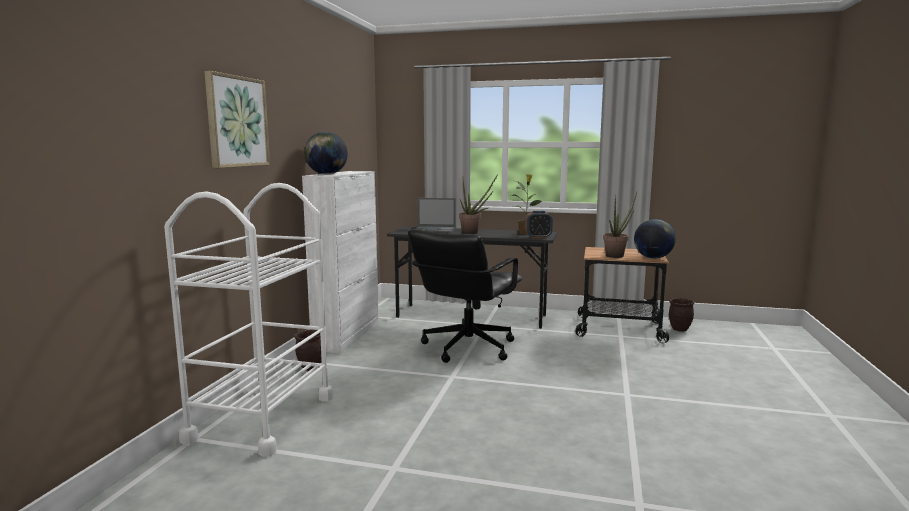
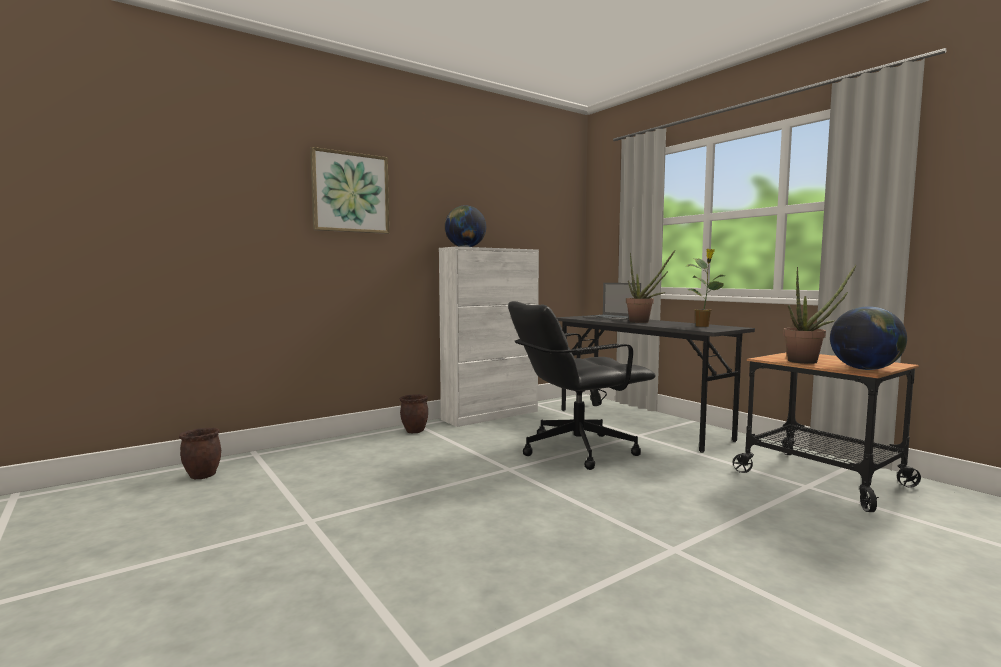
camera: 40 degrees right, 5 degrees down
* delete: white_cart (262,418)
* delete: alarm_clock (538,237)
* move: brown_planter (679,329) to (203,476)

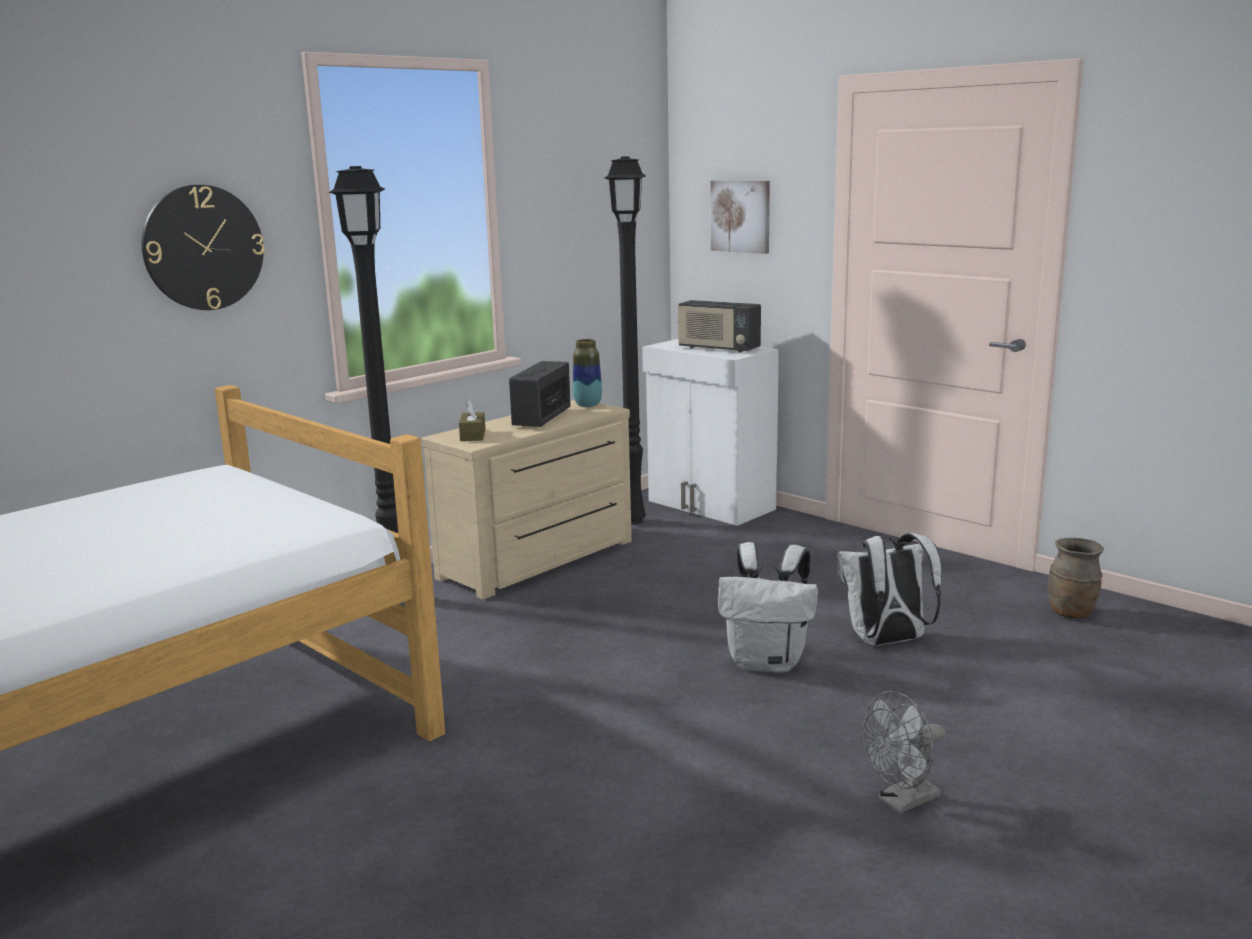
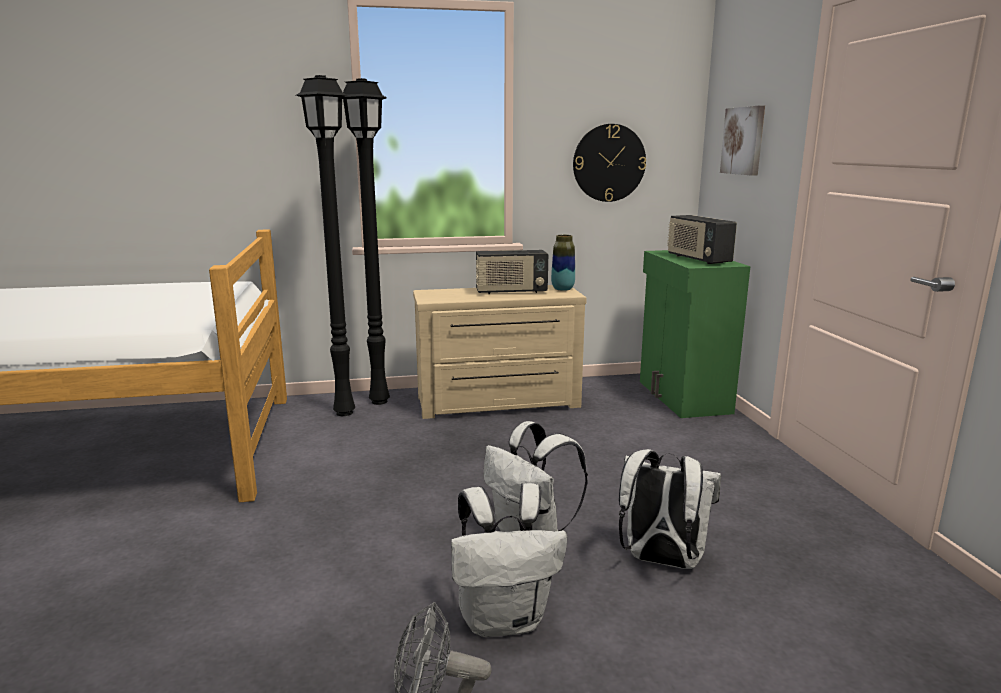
camera: 35 degrees right, 0 degrees up
* delete: brown_tissue_box (473,435)
* delete: brown_vase (1071,613)
* insert: white_backpack (504,619)
* move: wall_clock (203,248) to (609,163)
* move: black_floor_lamp (632,520) to (344,412)
* recolor: white_cabinet (710,505) to green_cabinet (682,397)
* rotate: radio (541,418) = (511,292) 150 degrees counterclockwise

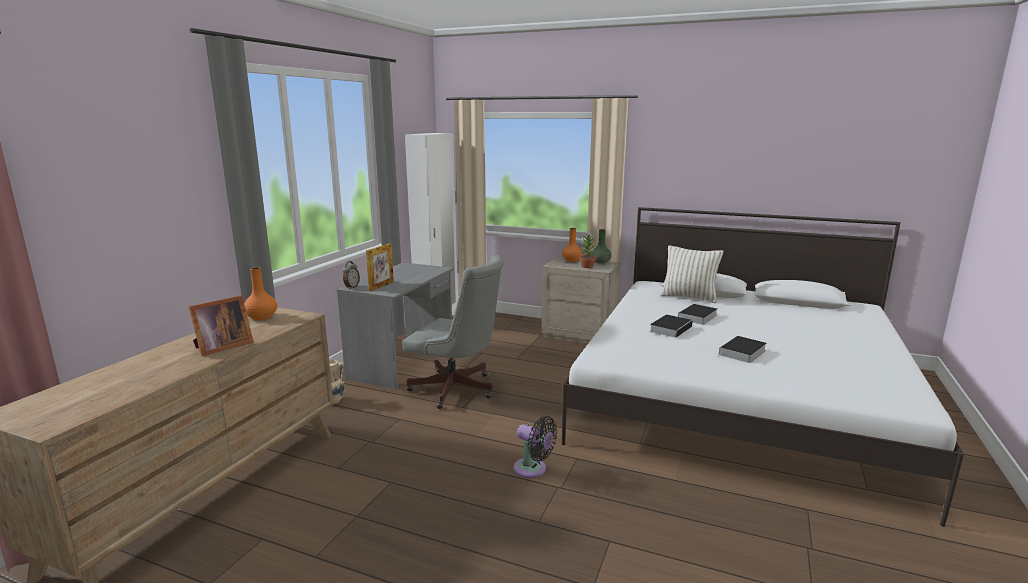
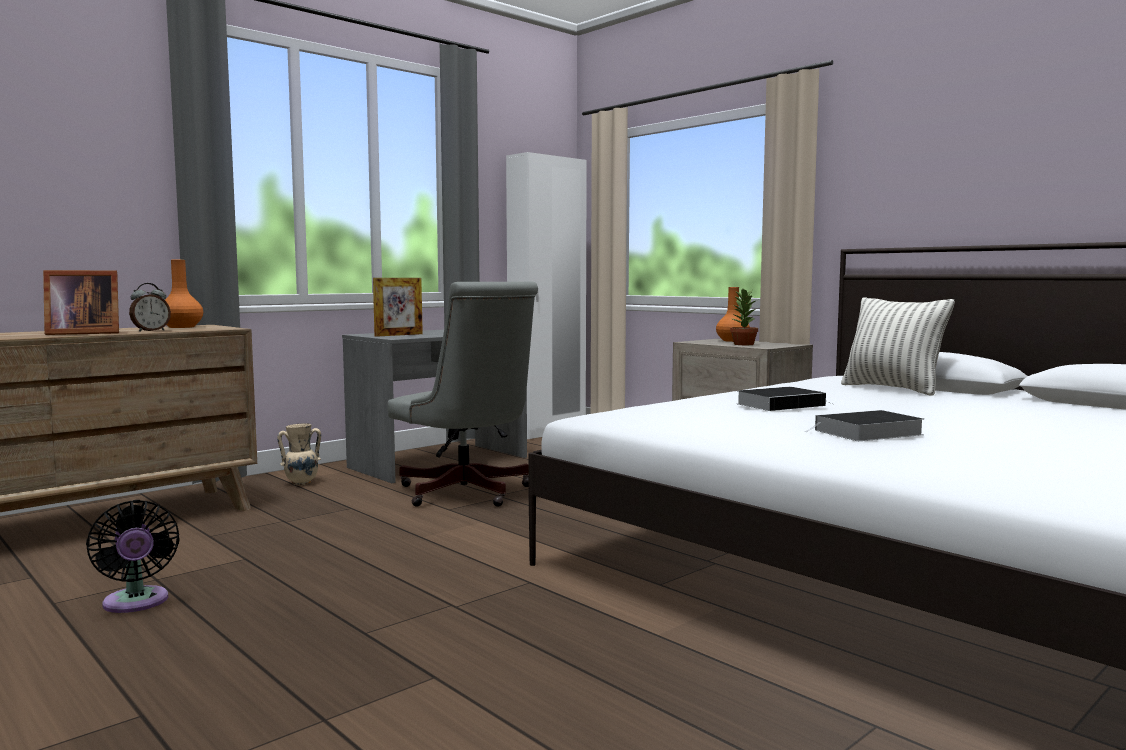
camera: 25 degrees right, 10 degrees down
* delete: green_vase (600,262)
* delete: book (697,317)
* move: alarm_clock (351,287) to (150,331)
* move: black_fan (533,469) to (136,603)

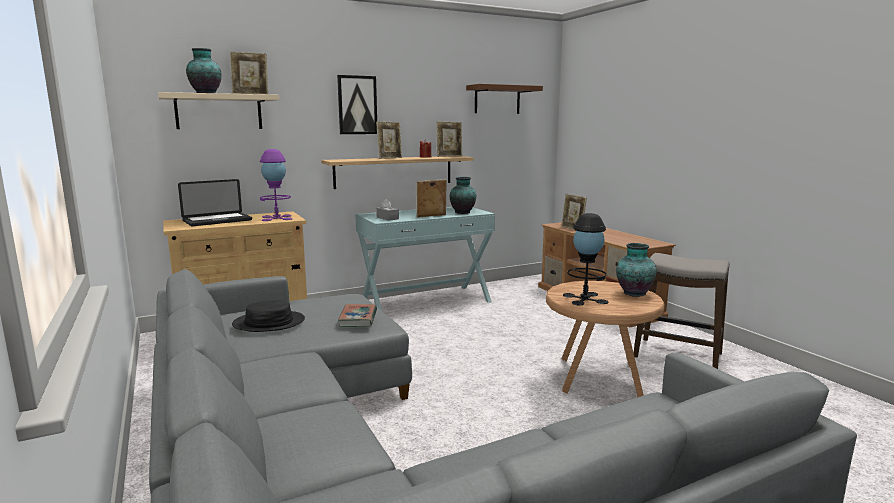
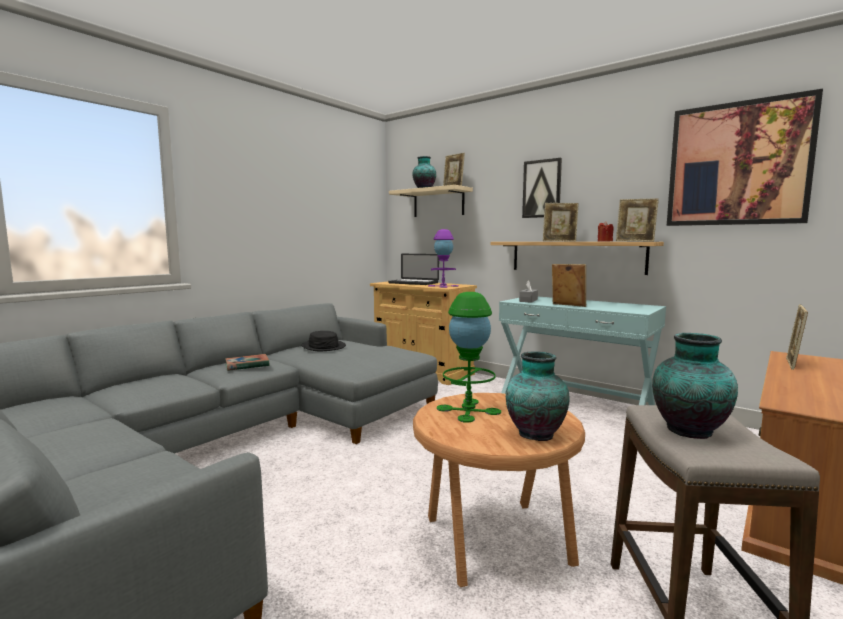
camera: 65 degrees right, 5 degrees down
* move: book (358,319) to (247,365)
* move: vase (463,212) to (689,431)
* replace: brown_shelf (497,99) to picture (737,164)
* recolor: black_table_lamp (585,299) to green_table_lamp (468,410)

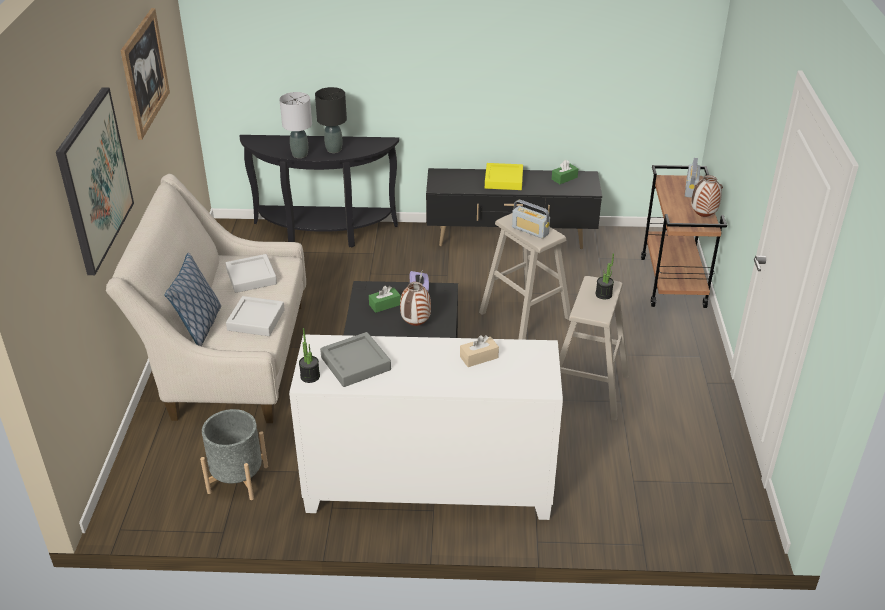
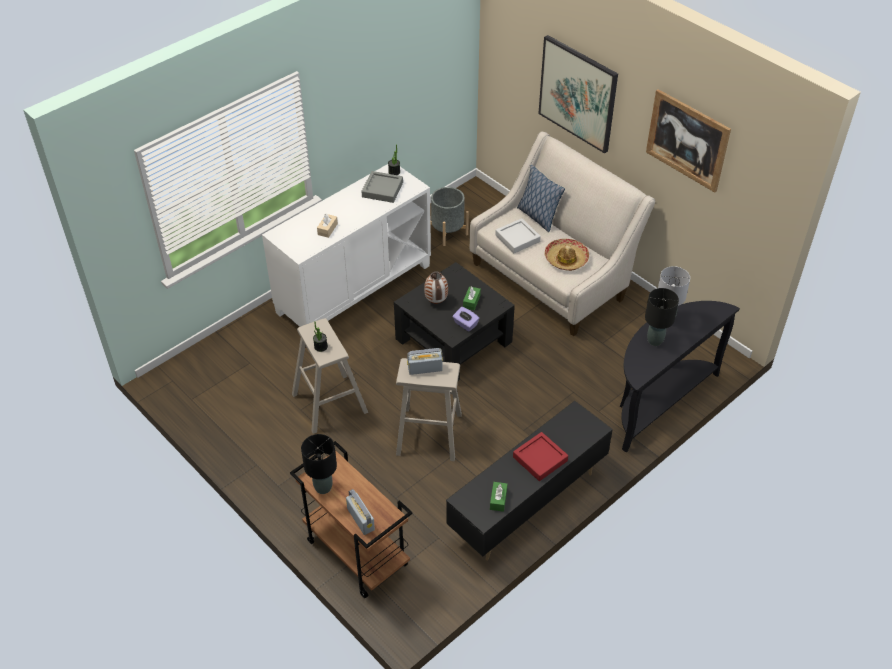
camera: 135 degrees right, 10 degrees up
* replace: grey_tray (251,277) to hat (566,259)
* replace: vase (702,216) to black_table_lamp (323,487)
* recolor: yellow_tray (503,180) to red_tray (540,459)

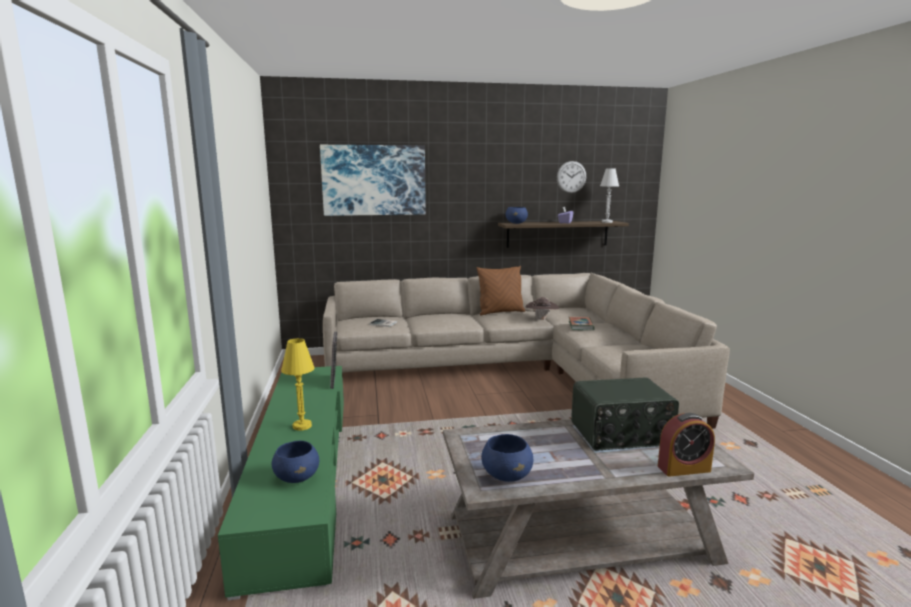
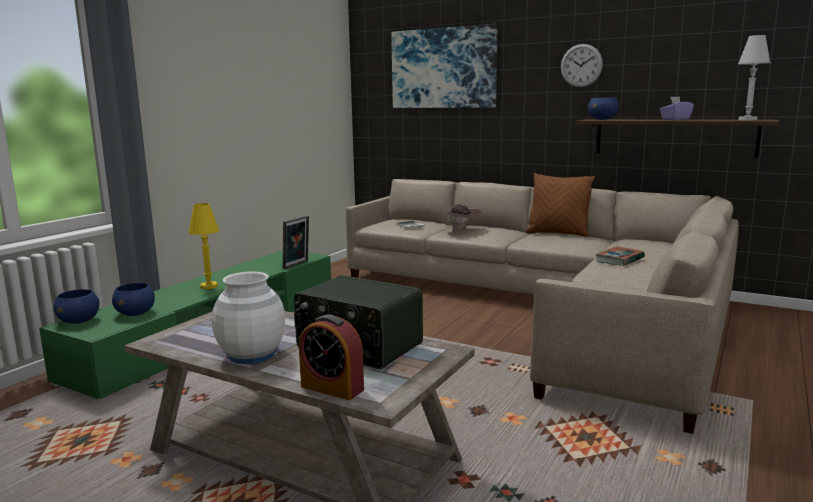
camera: 40 degrees right, 0 degrees up
* insert: white_vase (252,354)
* move: blue_bowl (507,475) to (79,321)
* move: brown_hat (541,320) to (460,230)
* move: wall_clock (571,177) to (581,65)

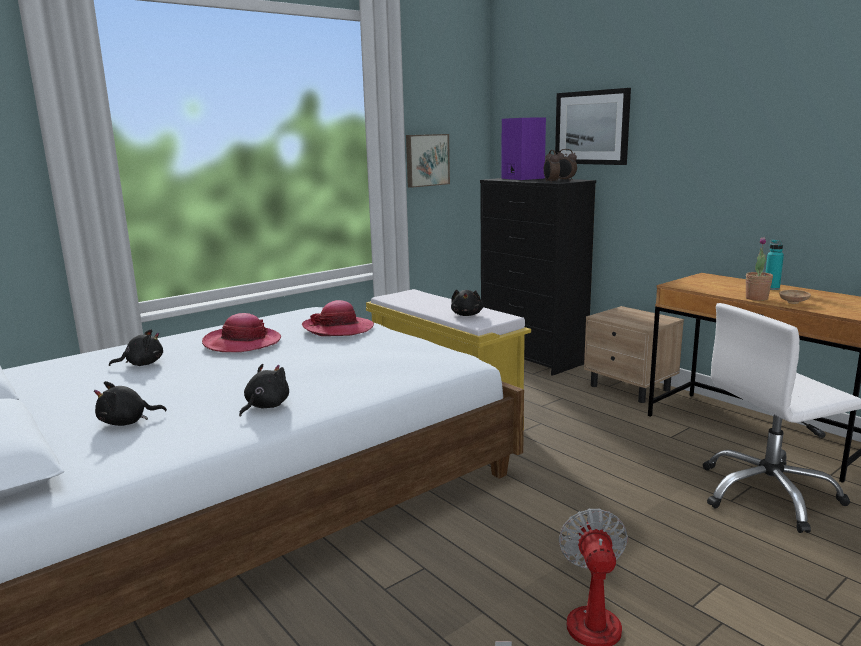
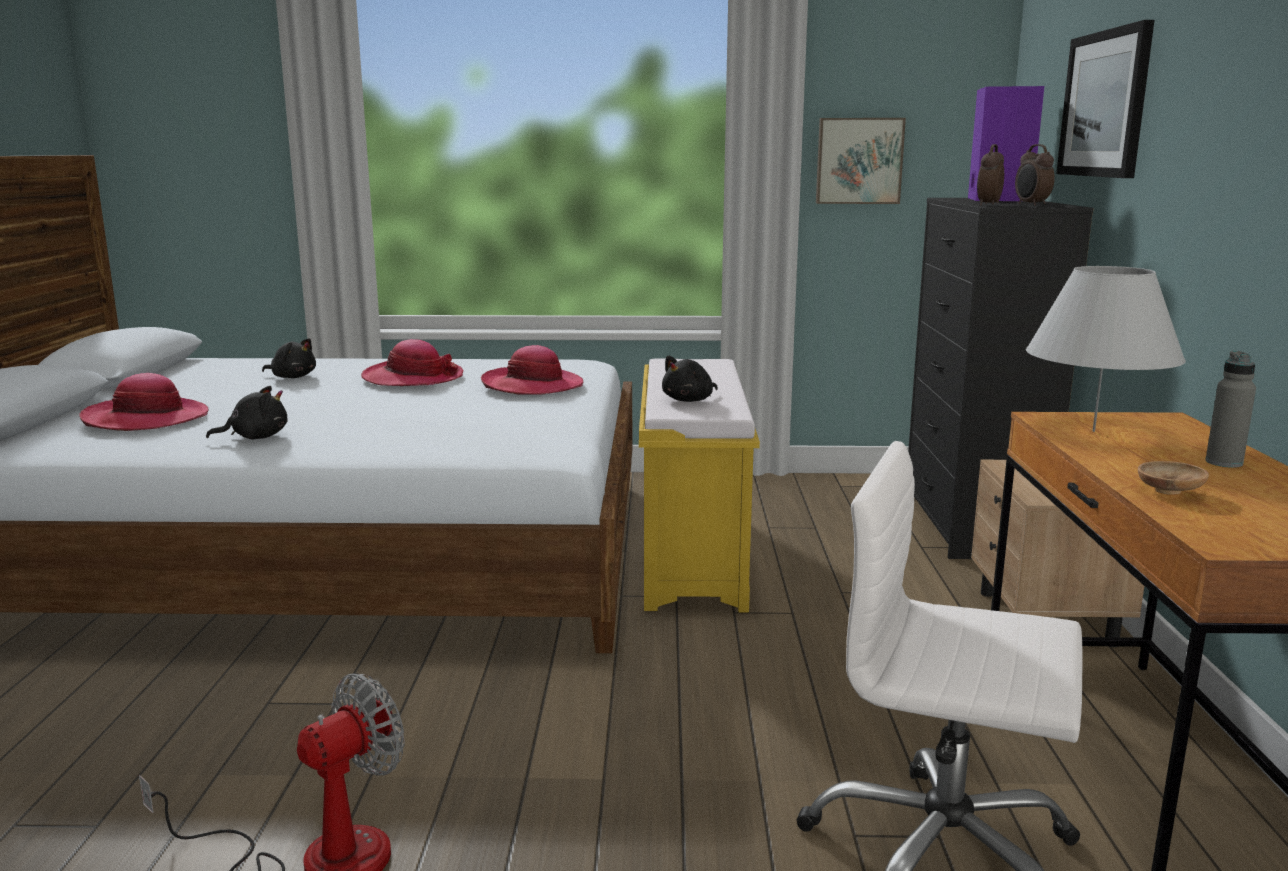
camera: 40 degrees right, 0 degrees up
* delete: potted_plant (756,298)
* insert: white_table_lamp (1093,431)
* replace: black_plush_toy (127,422) to hat (146,419)
* recolor: turquoise_bottle (771,288) to grey_bottle (1224,462)

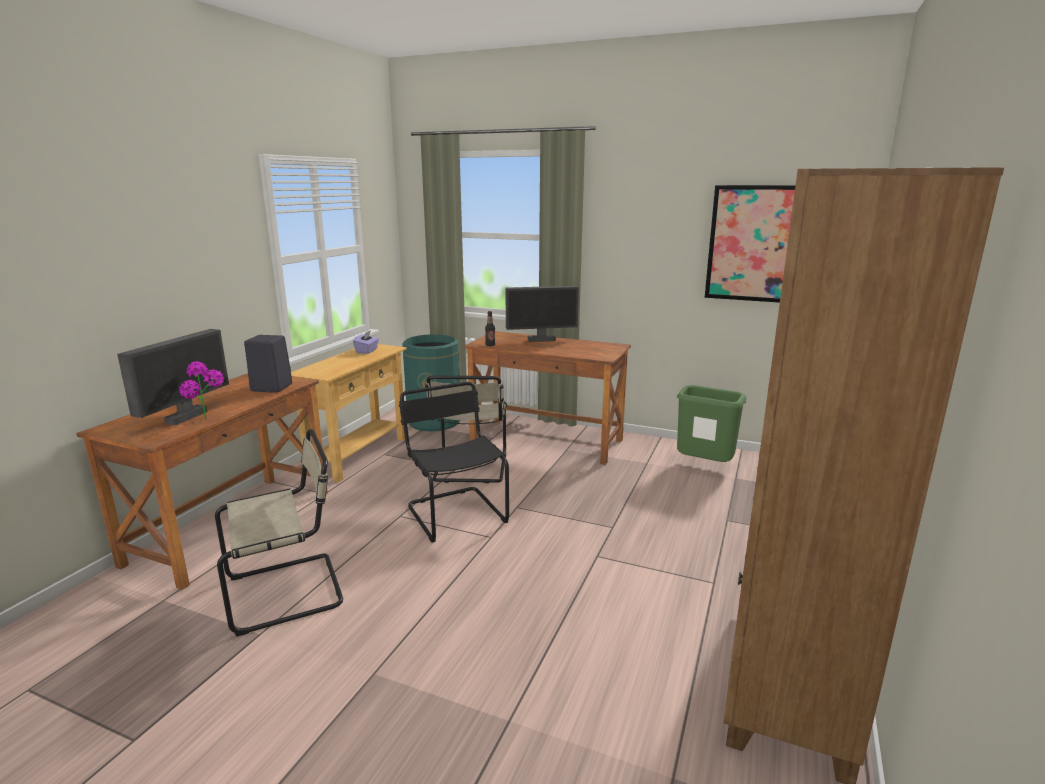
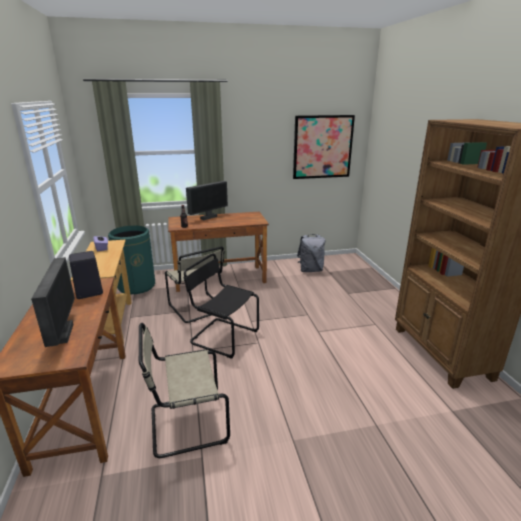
camera: 35 degrees left, 5 degrees up
* delete: potted_plant (208,421)
* replace: green_trash_can (704,467) to grey_backpack (310,270)
* rotate: beige_chair (289,591) = (185,424) 135 degrees counterclockwise

